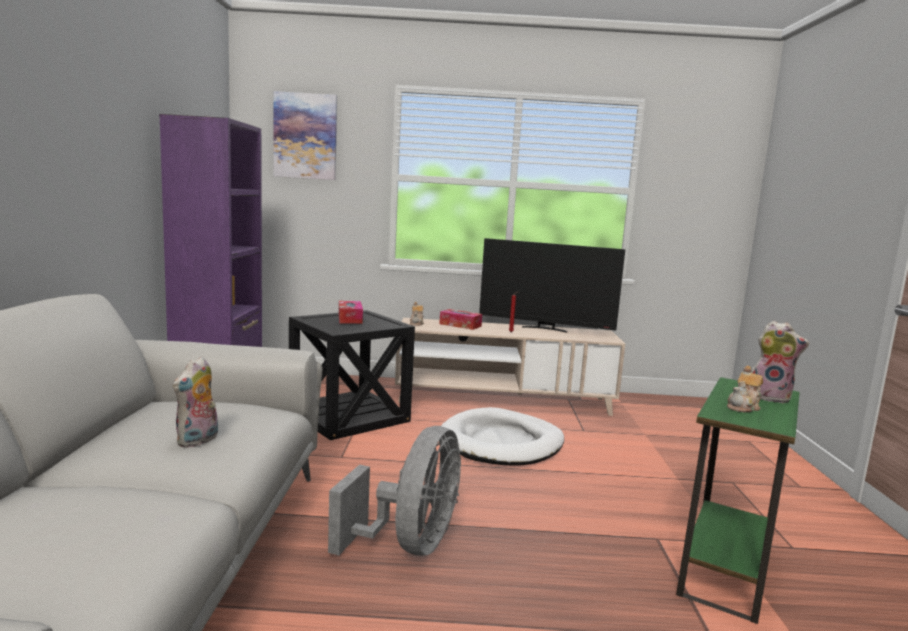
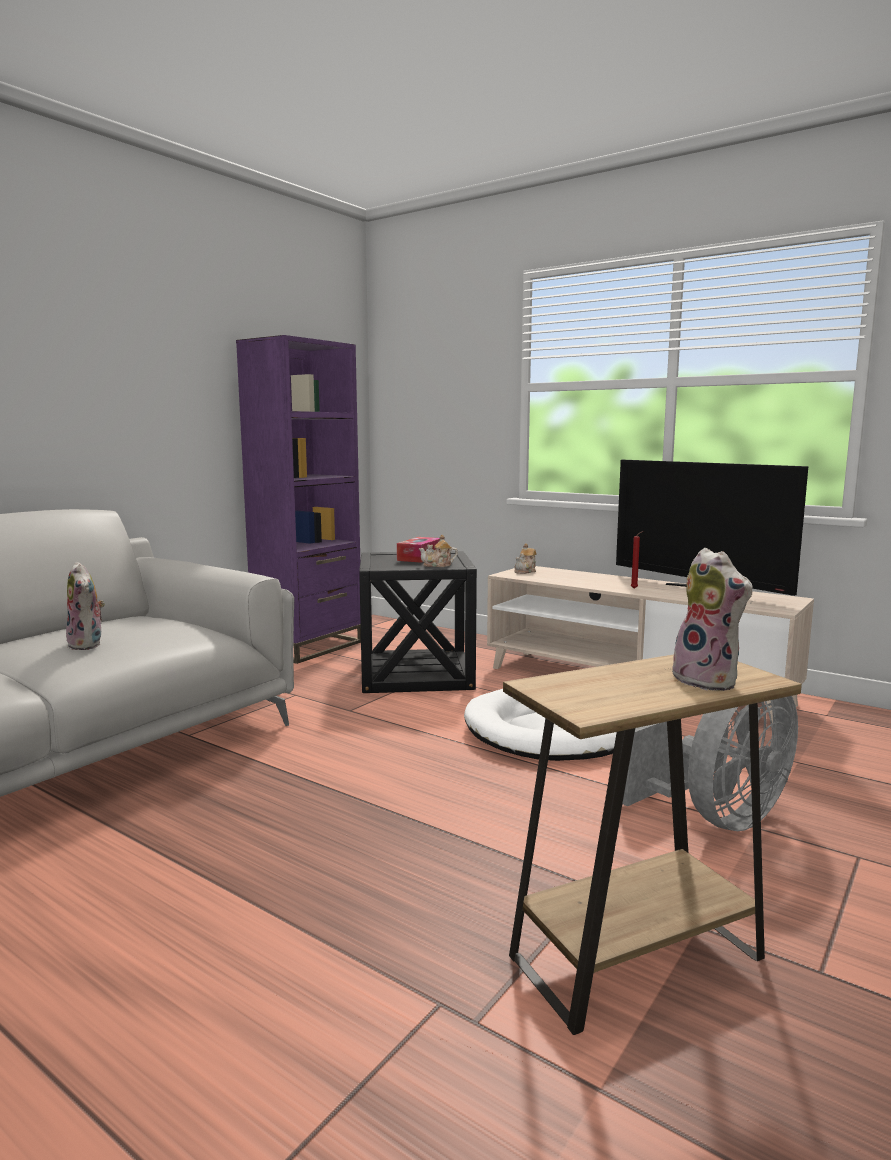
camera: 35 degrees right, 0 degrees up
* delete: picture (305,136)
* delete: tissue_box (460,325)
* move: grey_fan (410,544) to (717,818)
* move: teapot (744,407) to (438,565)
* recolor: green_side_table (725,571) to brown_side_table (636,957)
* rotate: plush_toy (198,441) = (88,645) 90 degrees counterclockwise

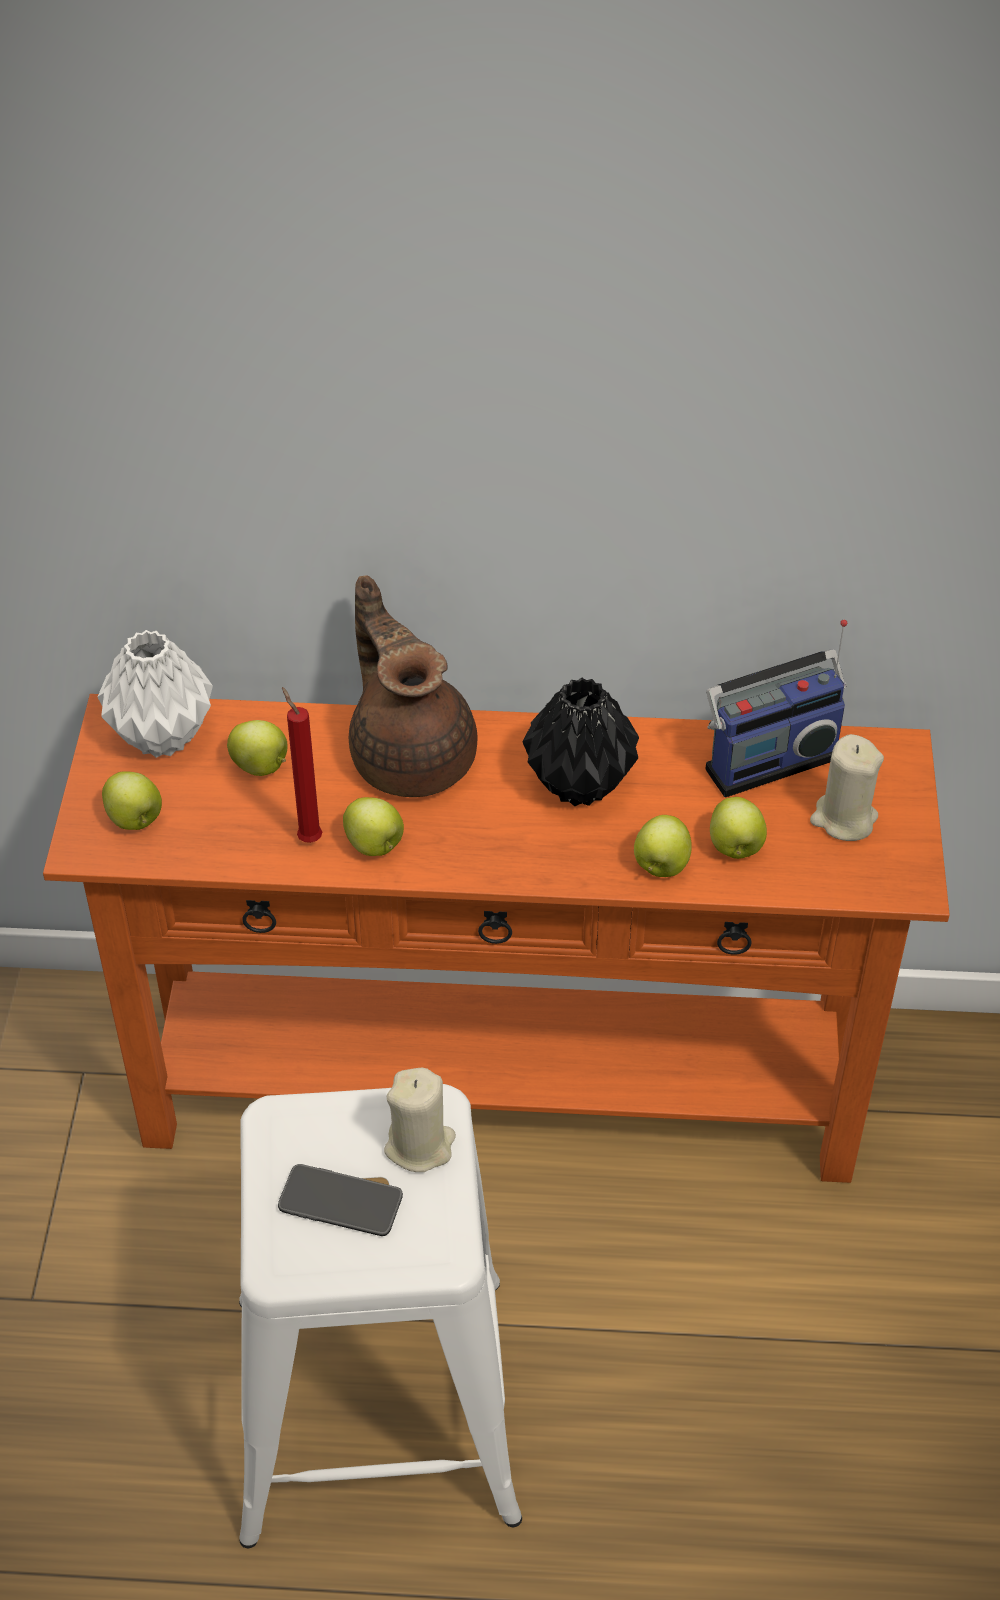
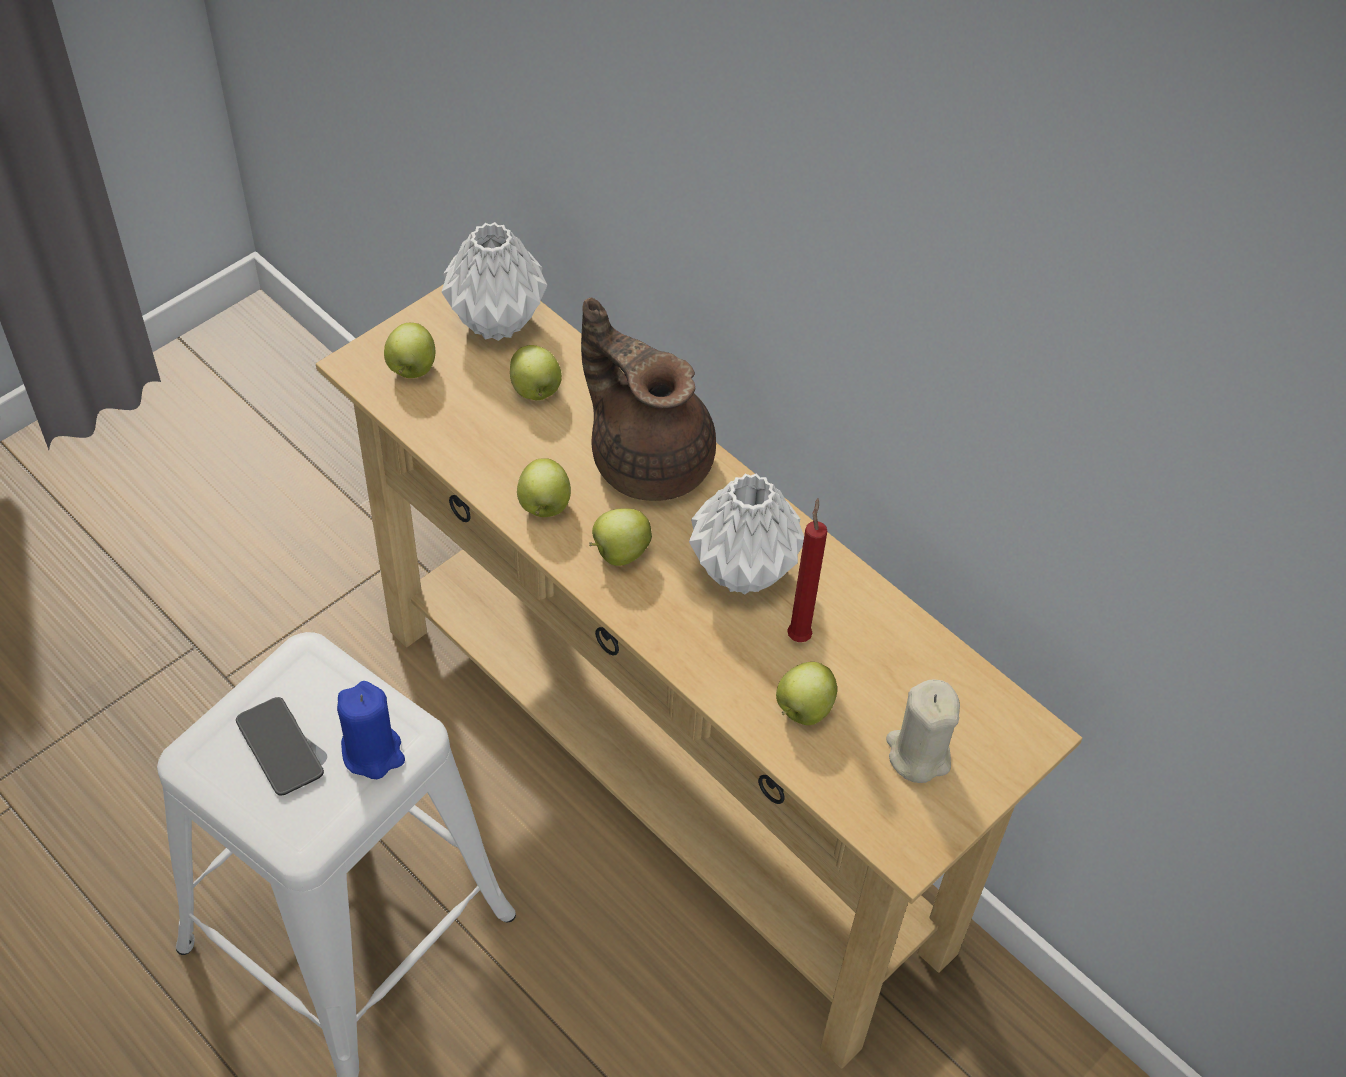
camera: 40 degrees right, 5 degrees up
* delete: radio (769,758)
* move: red_candle (308,837) to (799,634)
* move: apple (661,866) to (619,553)
* recolor: orange_console_table (500,1088) to beige_console_table (660,782)
* recolor: beige_candle (420,1145) to blue_candle (373,752)
* recolor: black_vase (577,785) to white_vase (740,570)
* rotate: brown_teapot (411,754) = (648,457) 60 degrees counterclockwise

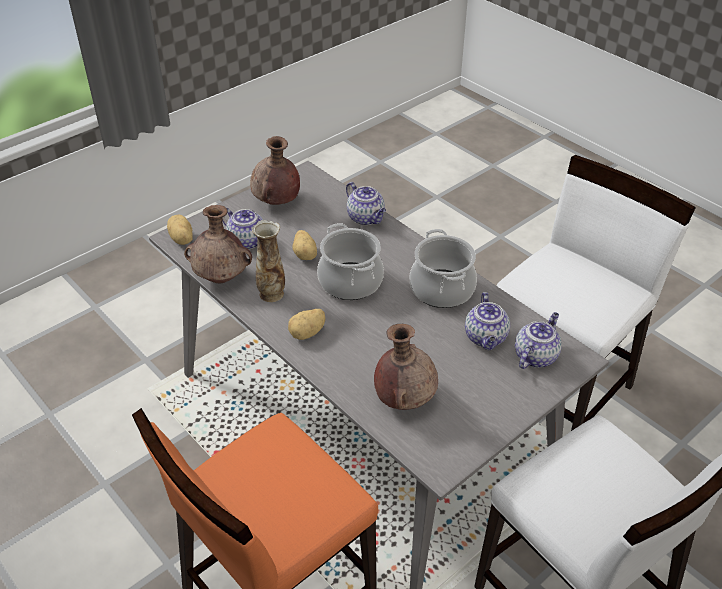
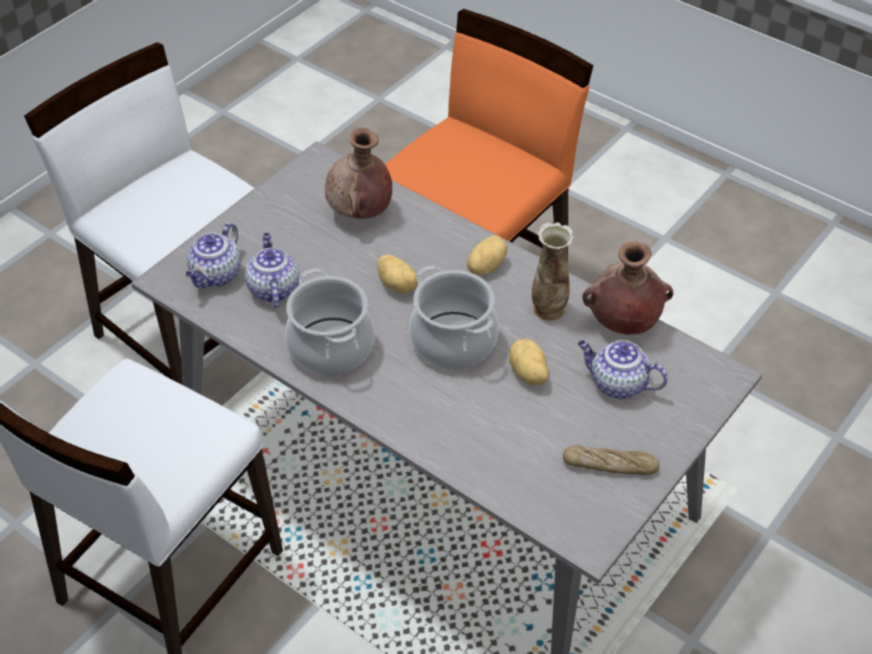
camera: 170 degrees right, 5 degrees up
* delete: teapot (366,218)
* move: potato (181,239) to (398,284)
* replace: brown_vase (276,202) to bread (610,465)

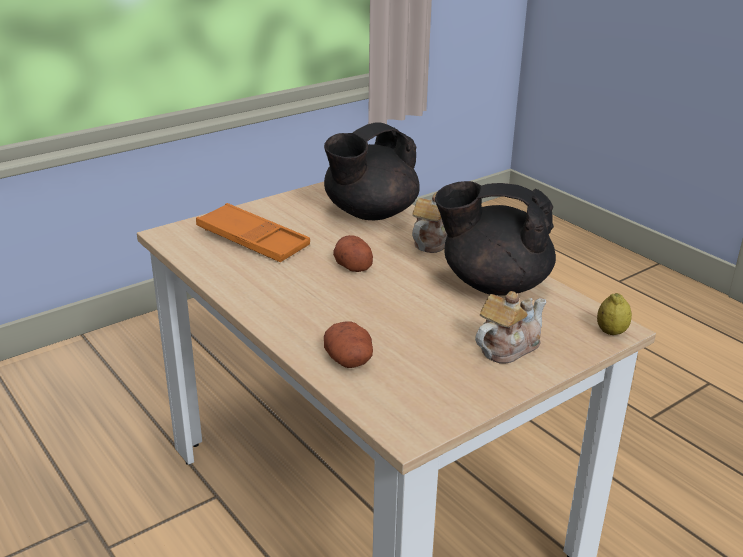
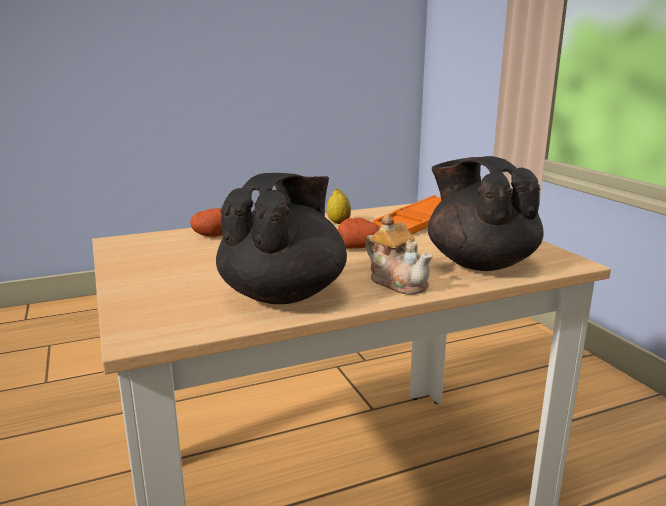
camera: 105 degrees right, 10 degrees down
* delete: teapot (507,347)
* move: lemon (611,332) to (338,222)

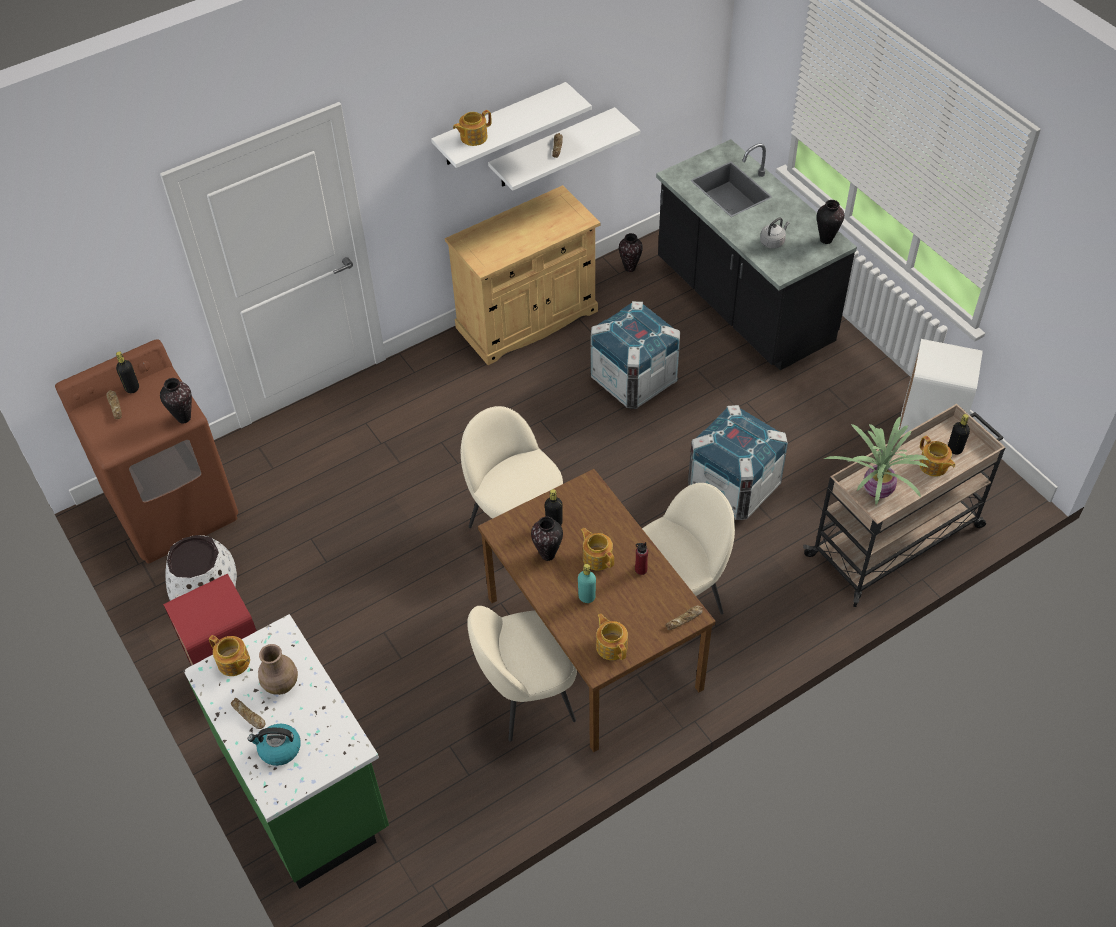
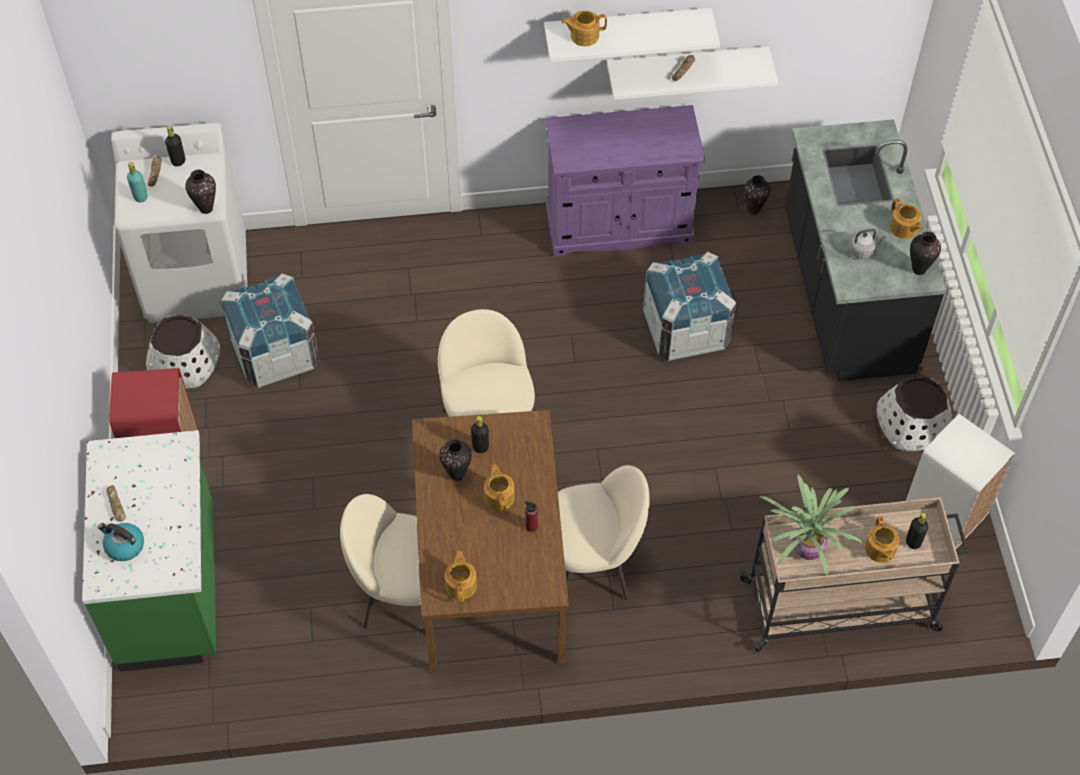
camera: 25 degrees right, 5 degrees up
* delete: brown_vase (281,683)
* delete: bread (684,619)
* insert: white_planter (912,425)
* move: teapot (234,663) to (903,228)
* move: turquoise_bottle (587,597) to (140,197)
* move: crate (733,486) to (275,353)
* recolor: brown_washing_machine (174,507) to white_washing_machine (198,279)
* recolor: beige_cabinet (527,320) to purple_cabinet (619,224)

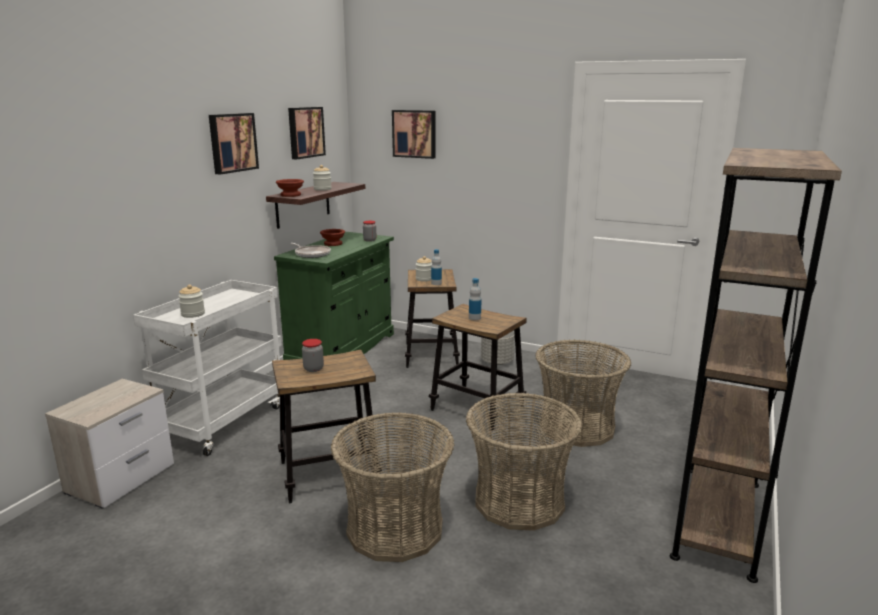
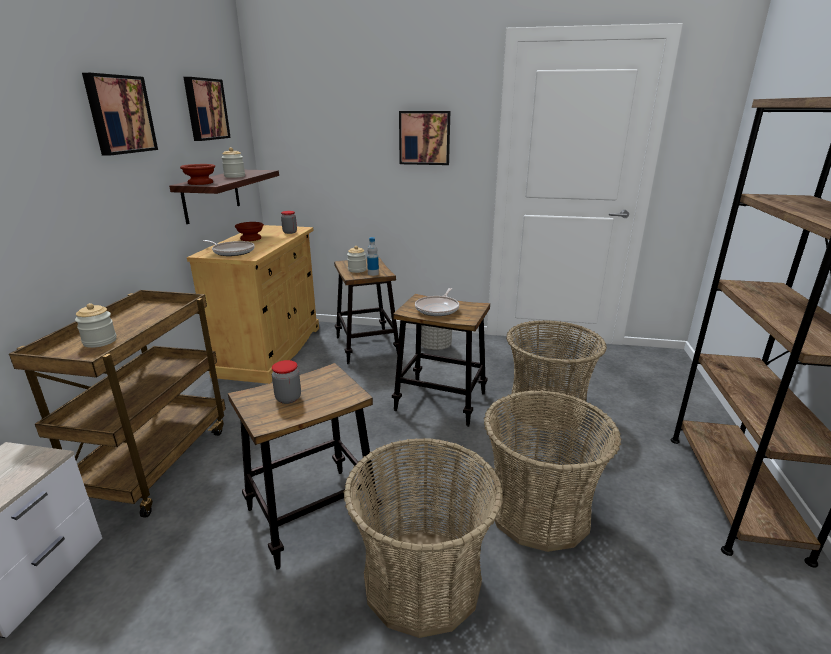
camera: 15 degrees left, 5 degrees up
* move: picture (414,134) to (424,138)
* replace: bottle (474,318) to frying_pan (438,308)
* recolor: white_cart (224,421) to brown_cart (156,462)
* recolor: green_cabinet (342,349) to beige_cabinet (270,350)

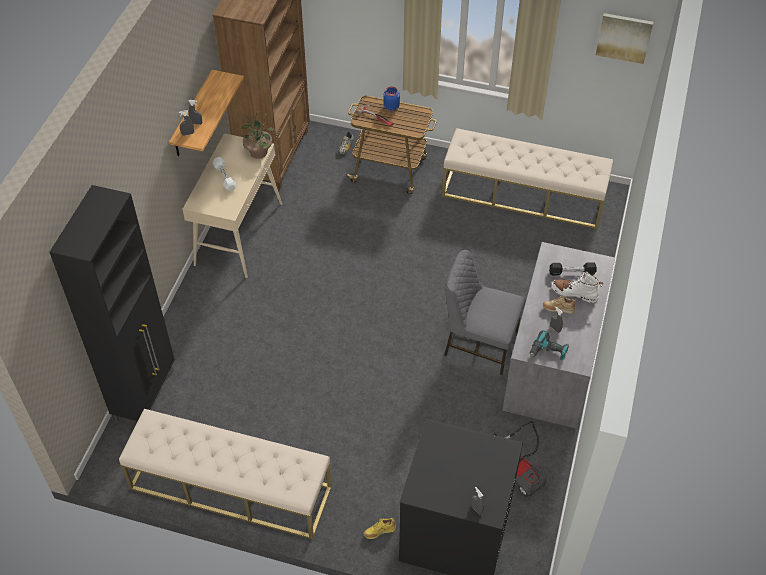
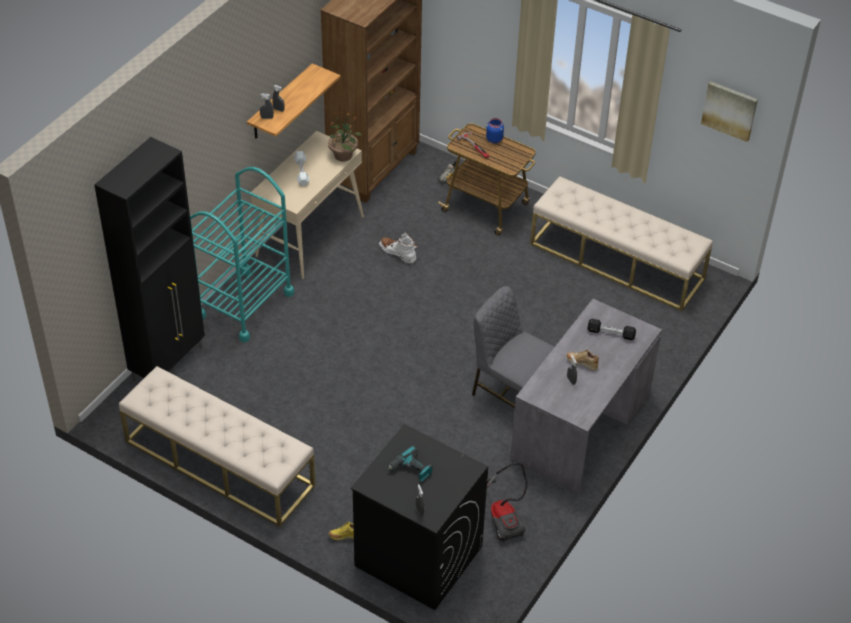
camera: 15 degrees right, 5 degrees down
* insert: turquoise_cart (245,305)
* move: power_drill (548,352) to (411,469)
* move: white_boot (574,293) to (398,253)

